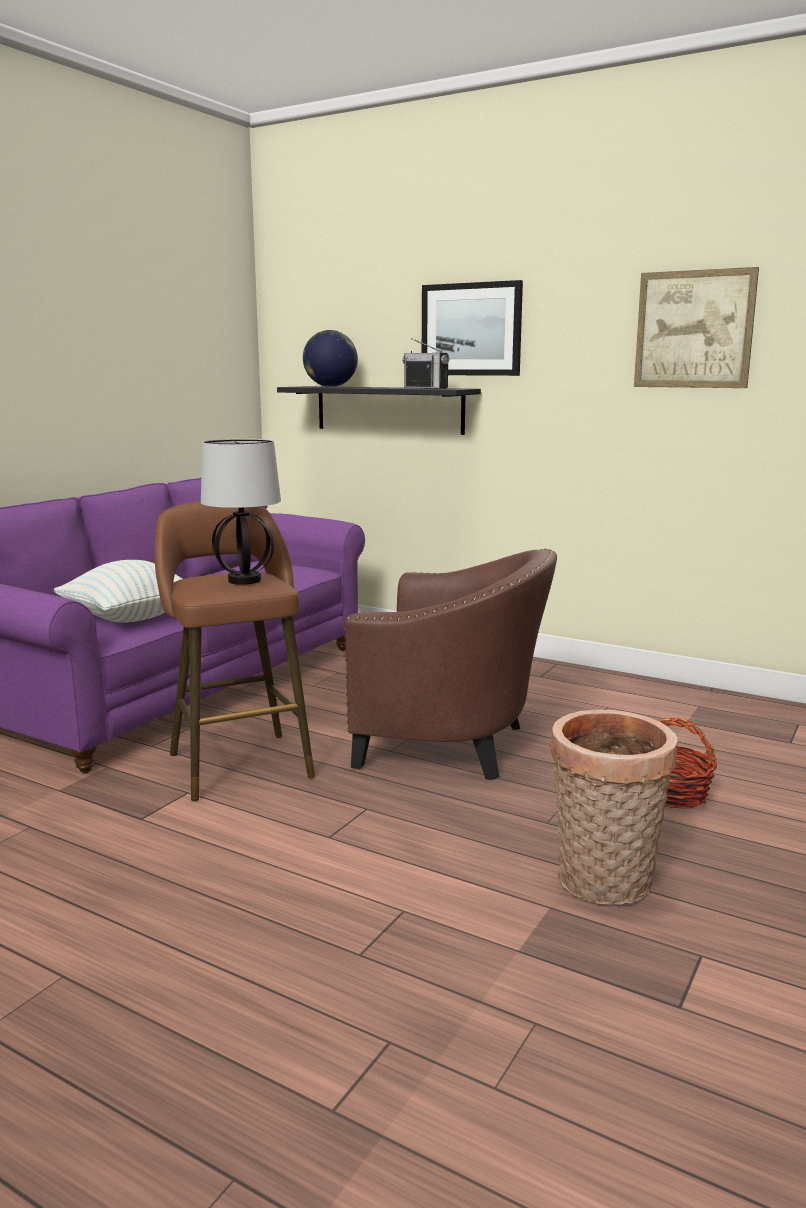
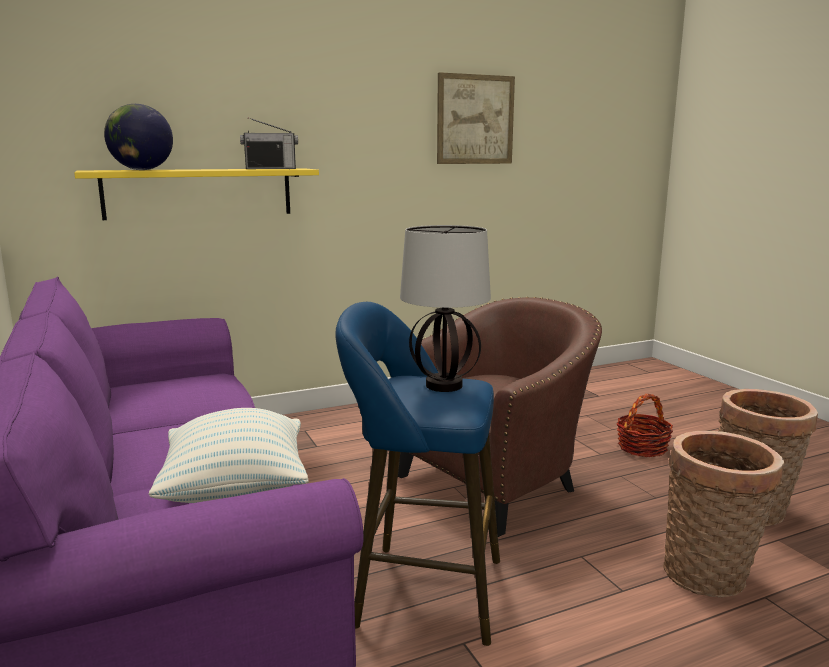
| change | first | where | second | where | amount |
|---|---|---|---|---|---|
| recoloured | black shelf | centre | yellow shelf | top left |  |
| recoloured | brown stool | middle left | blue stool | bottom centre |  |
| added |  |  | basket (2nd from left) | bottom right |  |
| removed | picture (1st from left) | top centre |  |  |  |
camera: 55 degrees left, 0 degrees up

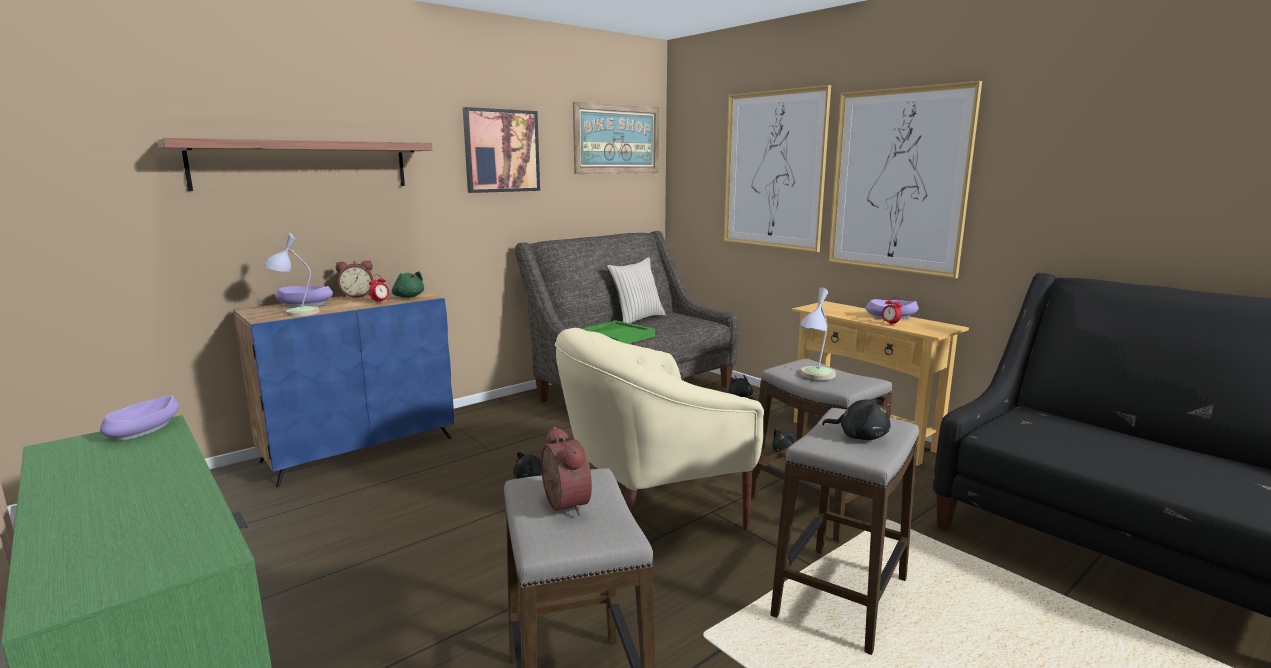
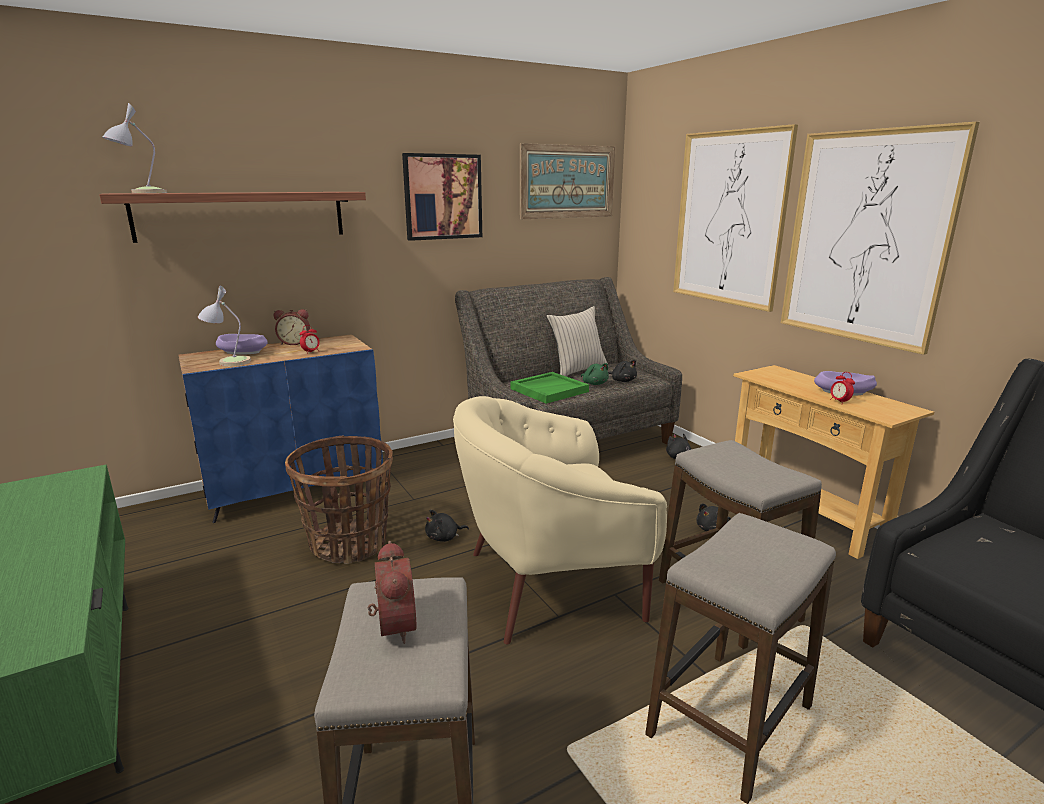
| change | first | where | second | where | amount |
|---|---|---|---|---|---|
| moved | table lamp (2nd from left in the first image) | centre | table lamp (1st from left) | top left |  |
| added |  |  | basket | middle left |  |
| moved | green plush toy | middle left |  | centre |  |
| moved | black plush toy (4th from left in the first image) | middle right | black plush toy (2nd from left) | centre |  |
| removed | purple bowl (1st from left) | middle left |  |  |  |
camera: 10 degrees right, 5 degrees up

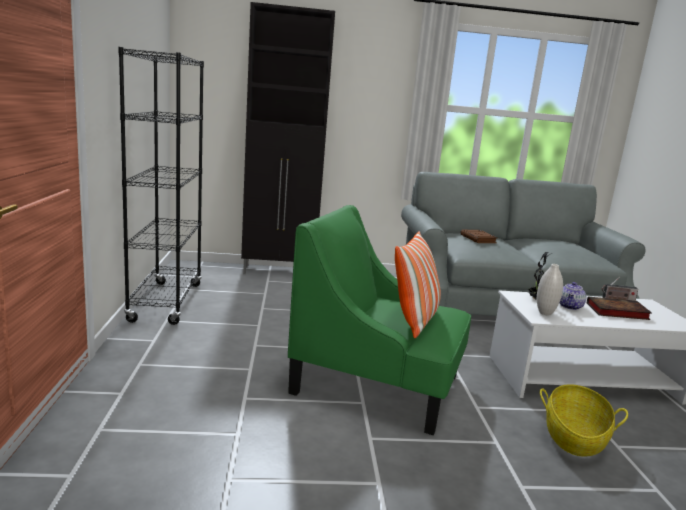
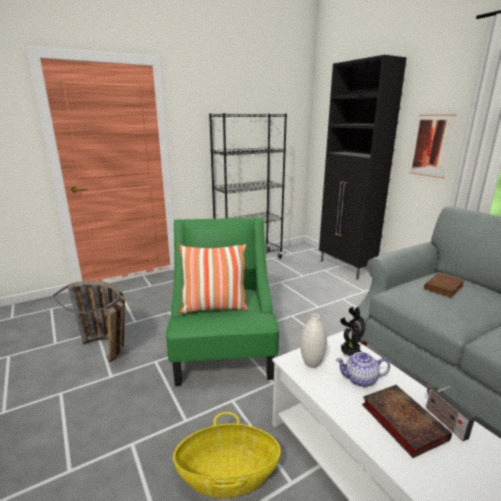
| change | first | where | second | where | amount |
|---|---|---|---|---|---|
| added |  |  | basket (1st from left) | middle left |  |
| added |  |  | picture | top right |  |
camera: 65 degrees right, 5 degrees up

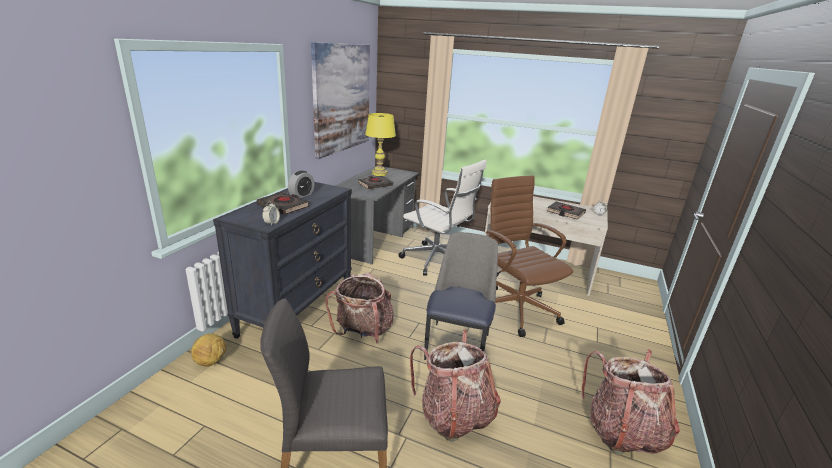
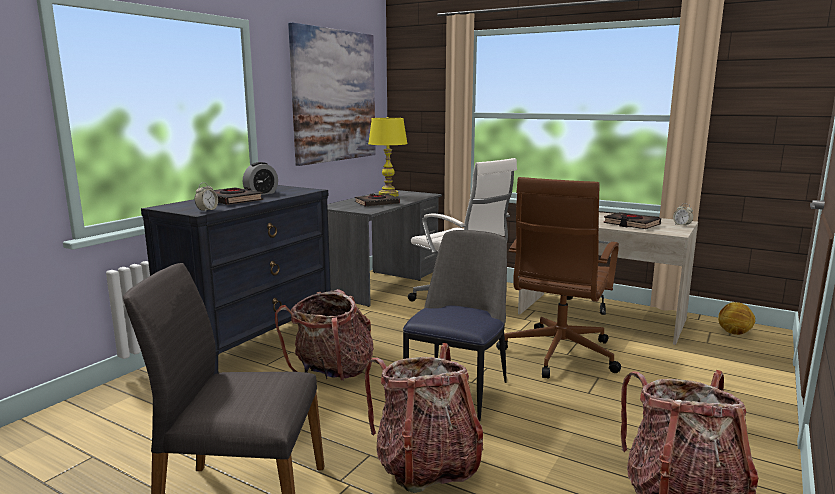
| change | first | where | second | where | amount |
|---|---|---|---|---|---|
| turned | brown office chair | centre |  | middle right | 135 degrees counterclockwise |
| moved | football | bottom left |  | middle right |  |
camera: 10 degrees right, 10 degrees down

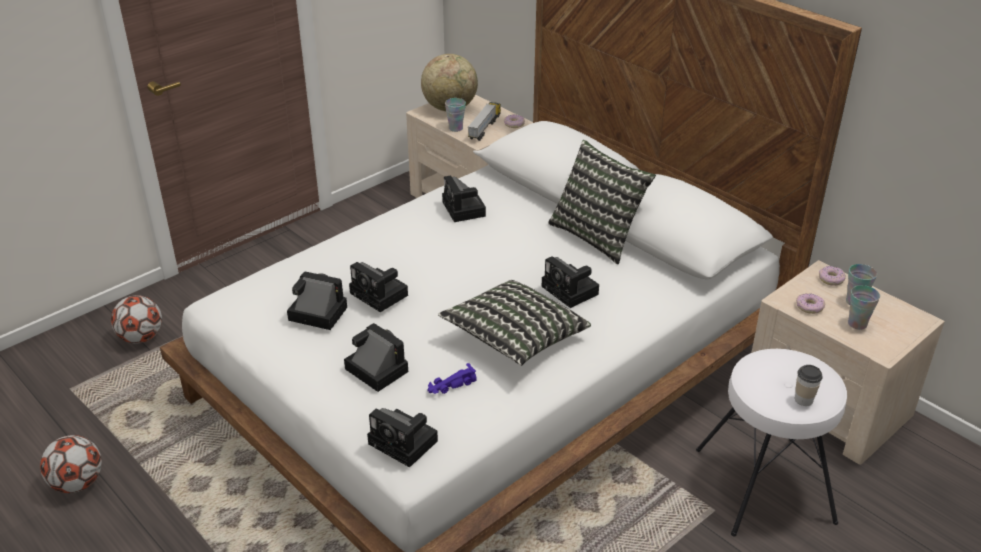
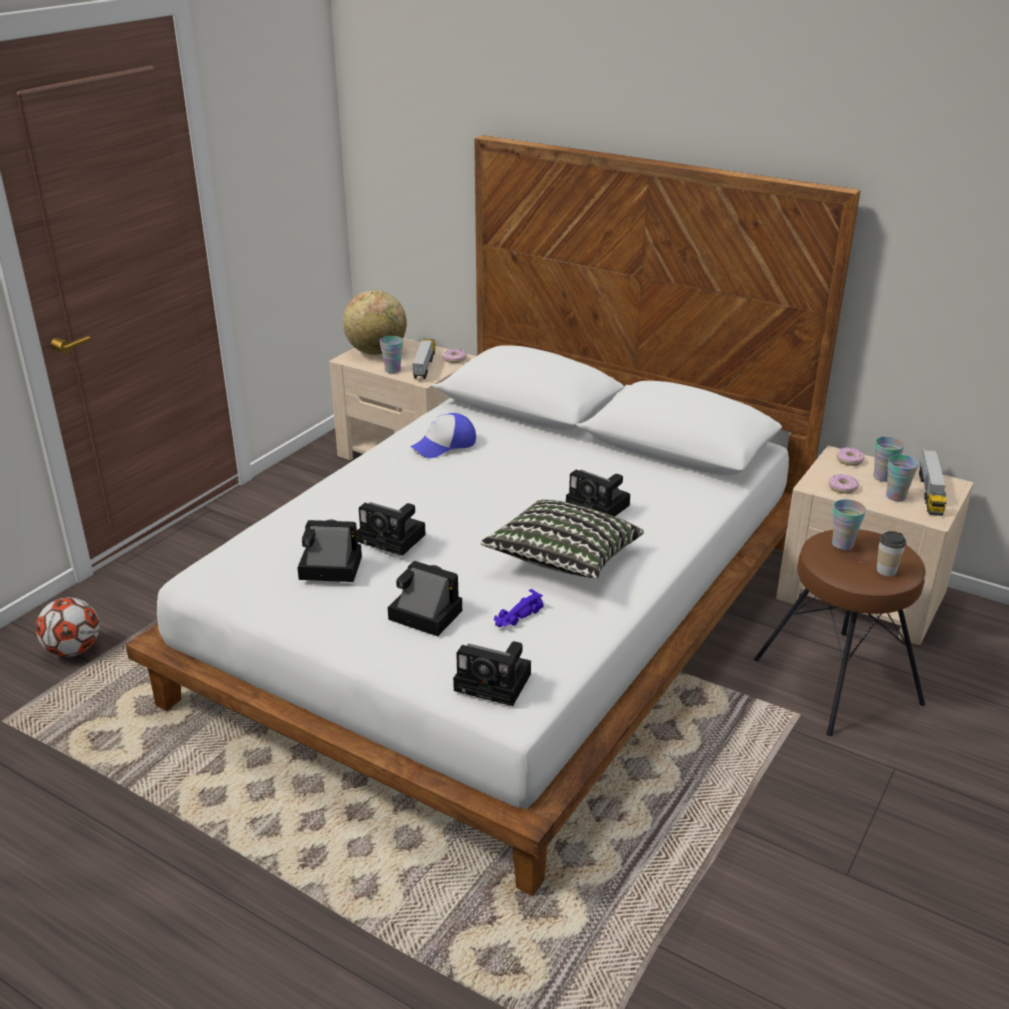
| change | first | where | second | where | amount |
|---|---|---|---|---|---|
| replaced | photo camera (5th from left) | centre | cap | centre |  |
| recoloured | white stool | bottom right | brown stool | middle right |  |
| added |  |  | cup (2nd from left) | middle right |  |
| added |  |  | toy truck (2nd from left) | middle right |  |
| removed | football (1st from left) | bottom left |  |  |  |
| removed | pillow (2nd from left) | centre |  |  |  |
camera: 15 degrees left, 5 degrees down

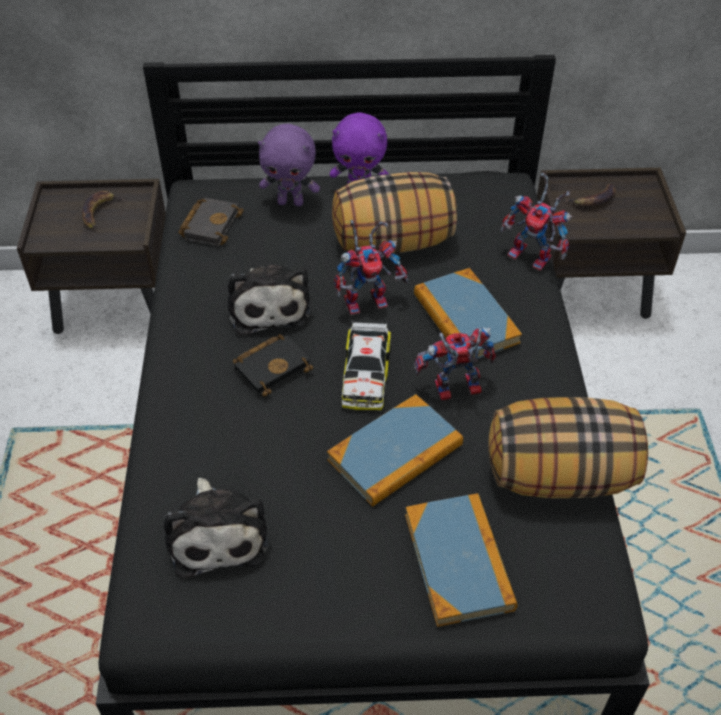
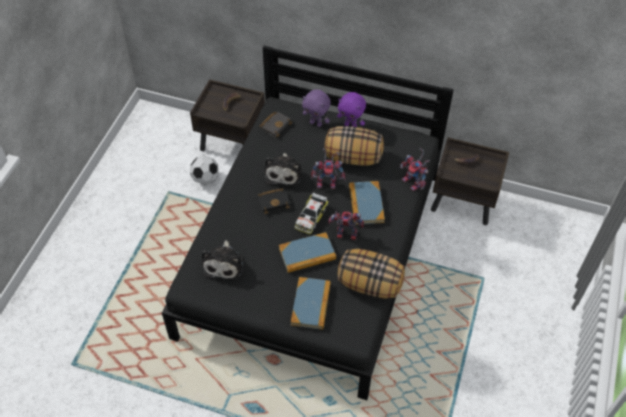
| change | first | where | second | where | amount |
|---|---|---|---|---|---|
| added |  |  | football | middle left |  |
camera: 20 degrees right, 5 degrees up

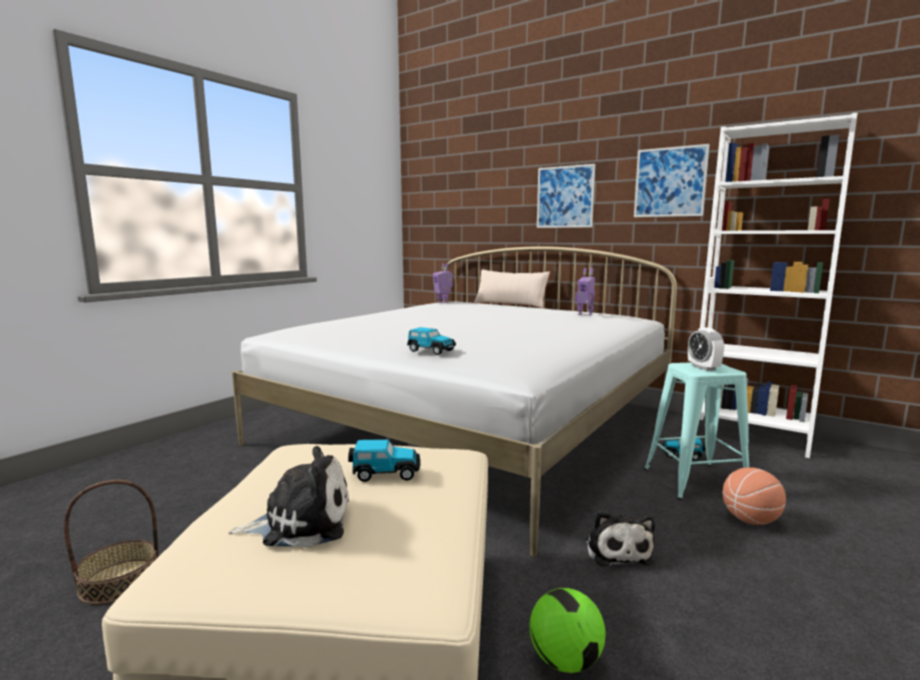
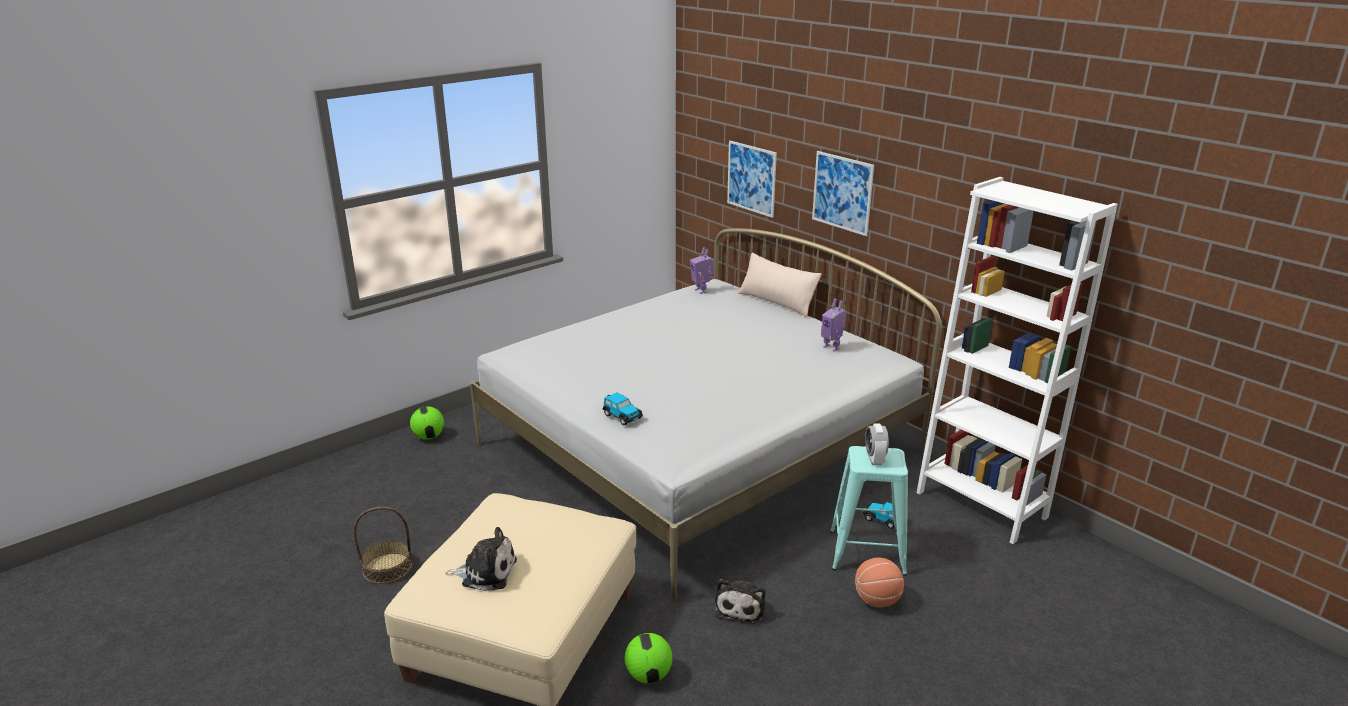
| change | first | where | second | where | amount |
|---|---|---|---|---|---|
| added |  |  | football (1st from left) | middle left |  |
| moved | picture (2nd from left in the first image) | top right | picture (1st from left) | top centre |  |
| removed | toy car (1st from left) | bottom centre |  |  |  |
camera: 15 degrees right, 15 degrees up

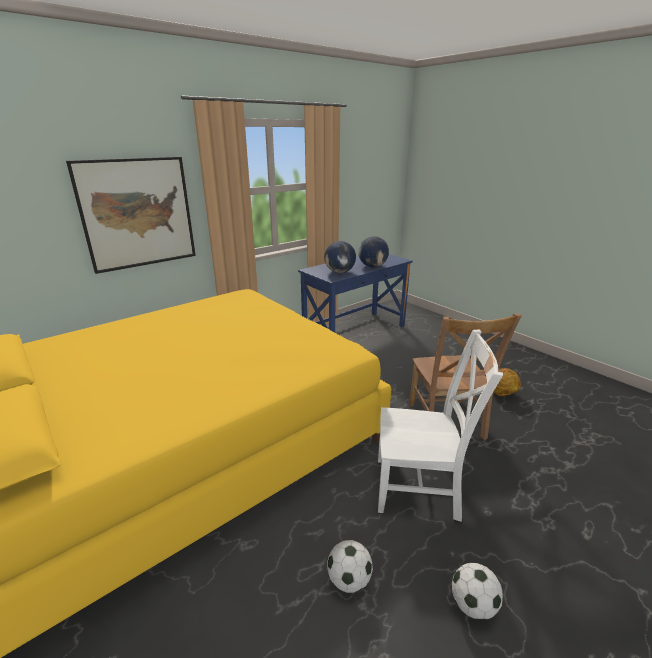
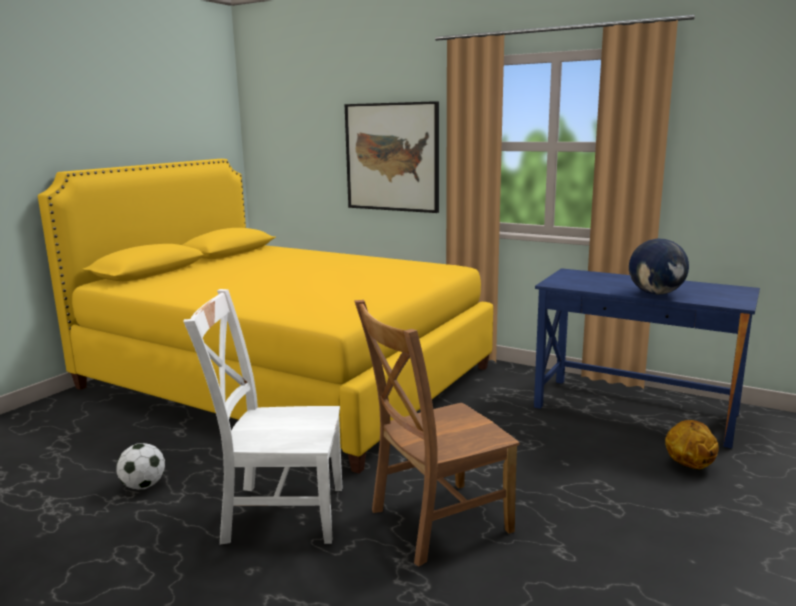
| change | first | where | second | where | amount |
|---|---|---|---|---|---|
| turned | white chair | middle right |  | bottom left | 105 degrees clockwise |
| moved | basketball | middle right |  | bottom right |  |
| removed | globe (1st from left) | centre |  |  |  |
| removed | football (2nd from left) | bottom right |  |  |  |
camera: 70 degrees right, 10 degrees down

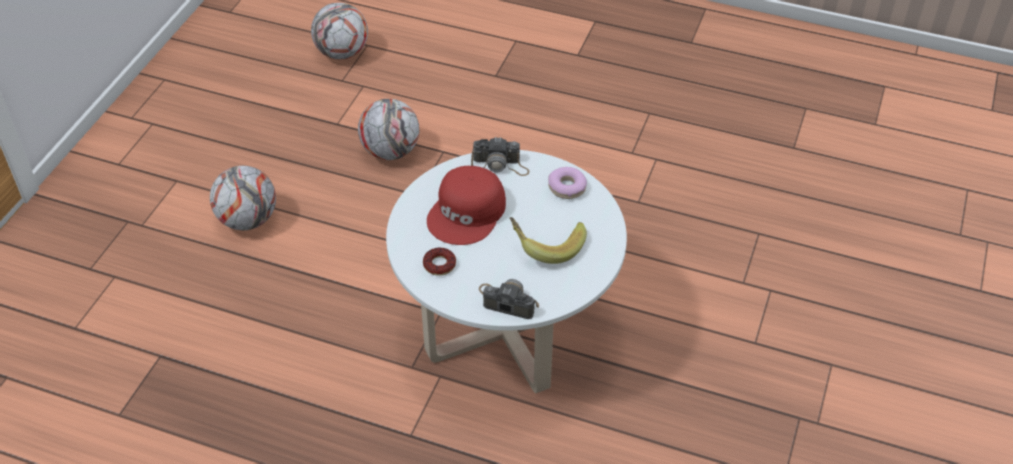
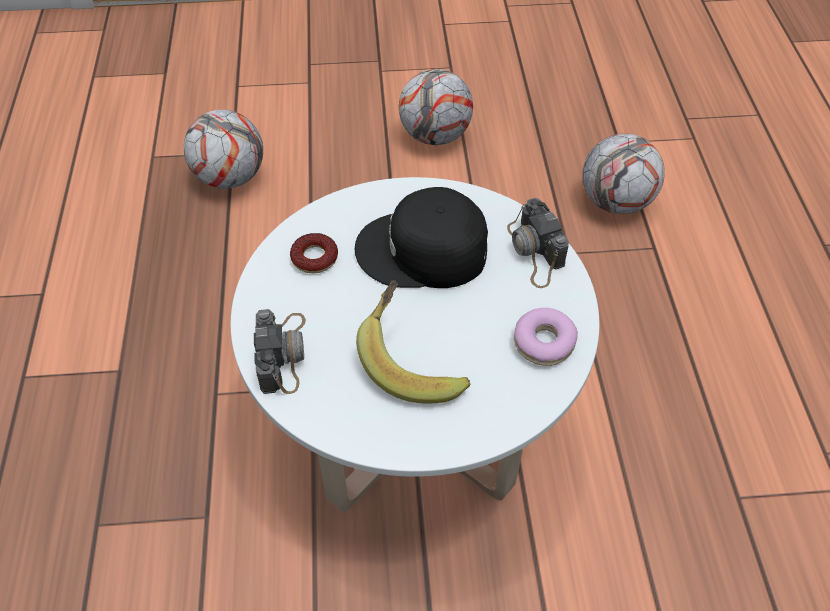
| change | first | where | second | where | amount |
|---|---|---|---|---|---|
| moved | football (2nd from left in the first image) | top centre | football (1st from left) | top left |  |
| recoloured | red cap | centre | black cap | centre |  |
camera: 65 degrees right, 5 degrees up

